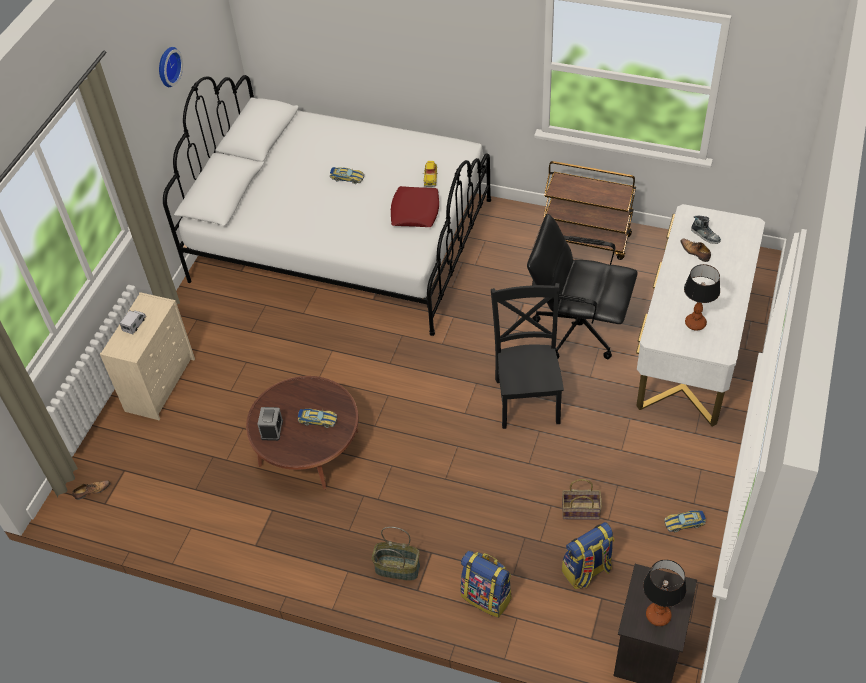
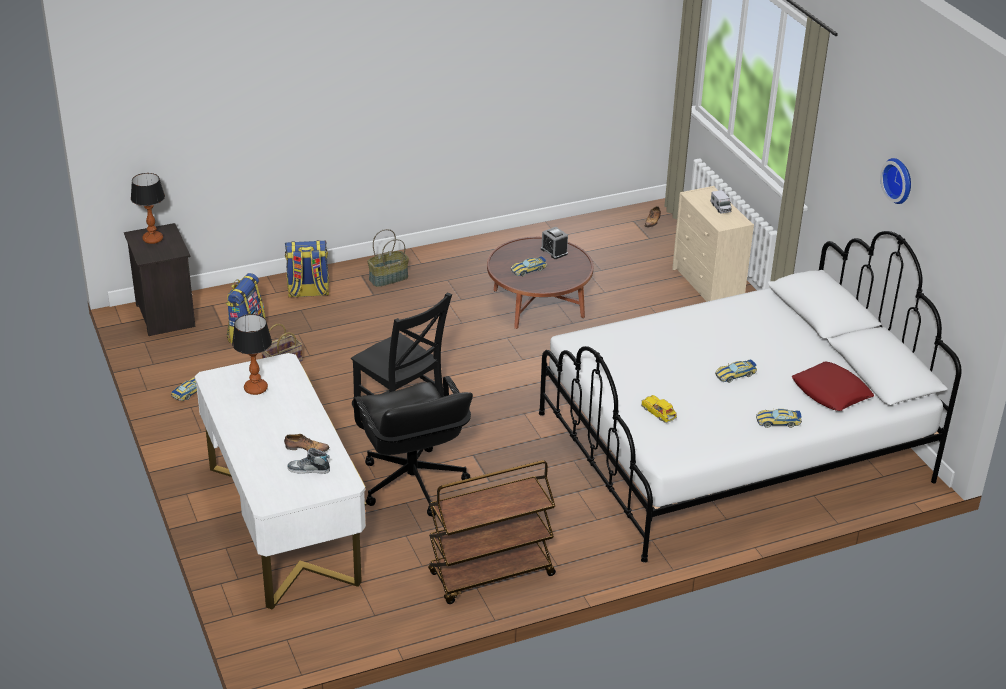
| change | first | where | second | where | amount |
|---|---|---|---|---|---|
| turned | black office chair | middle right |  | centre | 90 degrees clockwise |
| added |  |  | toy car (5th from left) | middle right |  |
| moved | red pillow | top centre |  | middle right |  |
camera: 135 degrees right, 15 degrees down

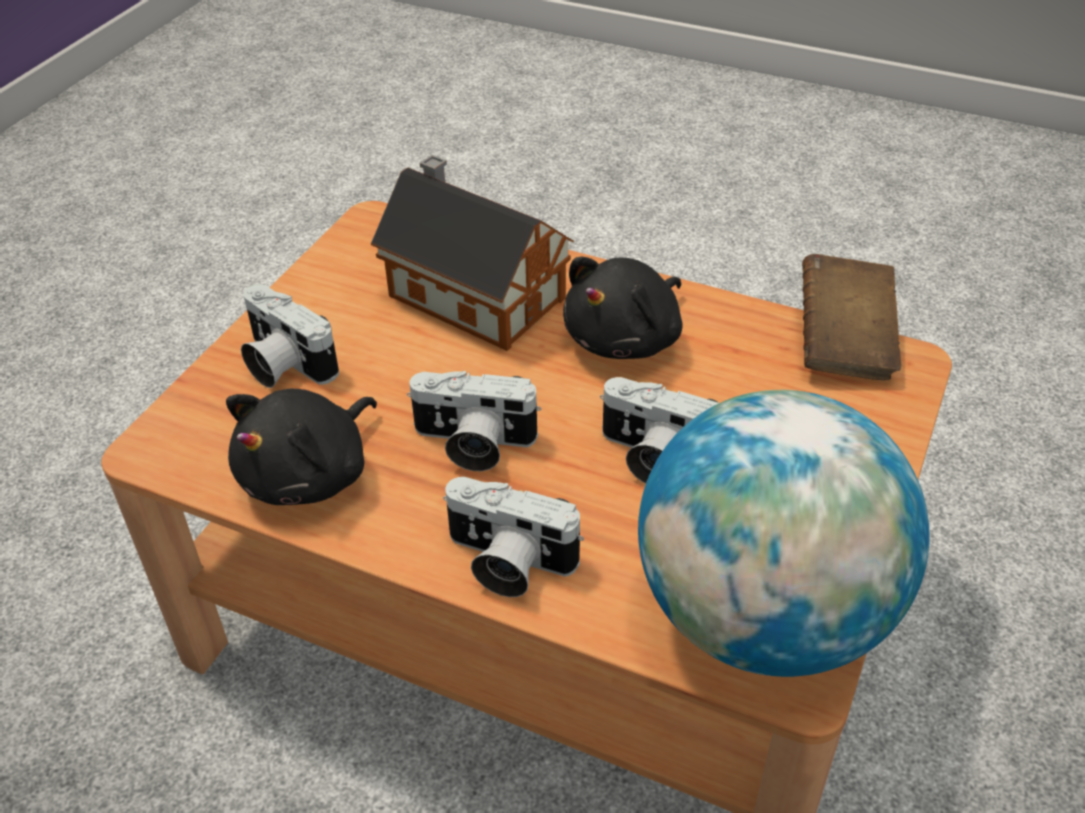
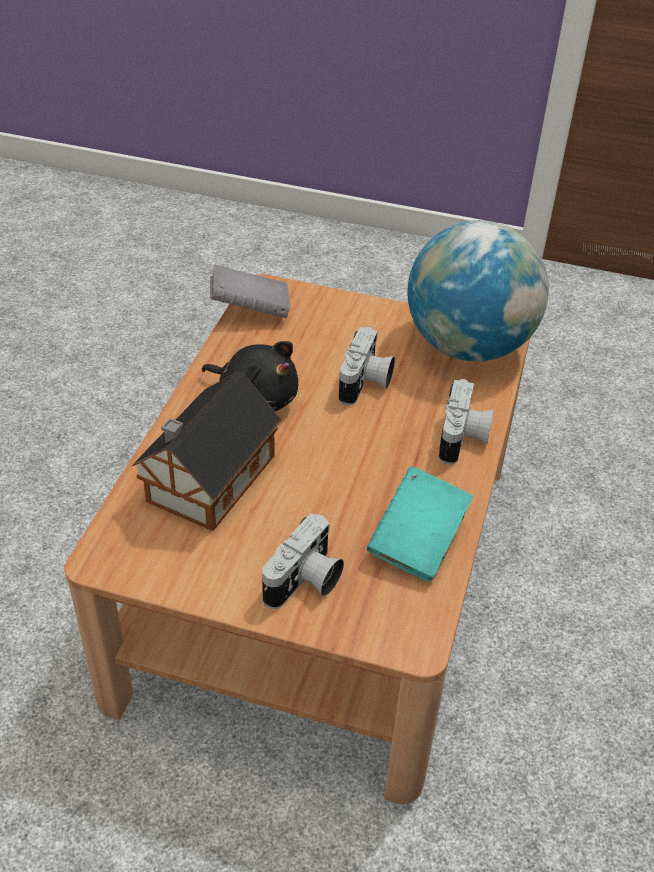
| change | first | where | second | where | amount |
|---|---|---|---|---|---|
| recoloured | brown book | middle right | grey book | centre |  |
| replaced | black plush toy (1st from left) | middle left | turquoise book | centre |  |
| removed | photo camera (2nd from left) | centre |  |  |  |
camera: 100 degrees left, 0 degrees up

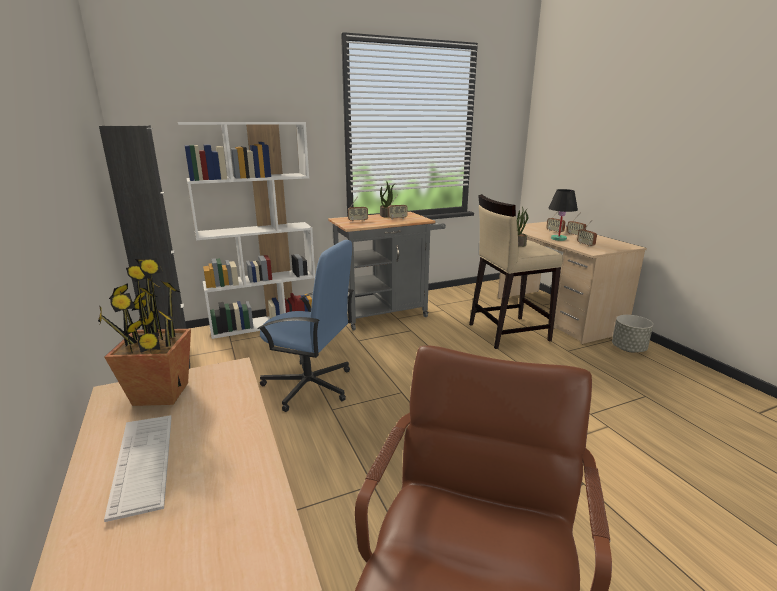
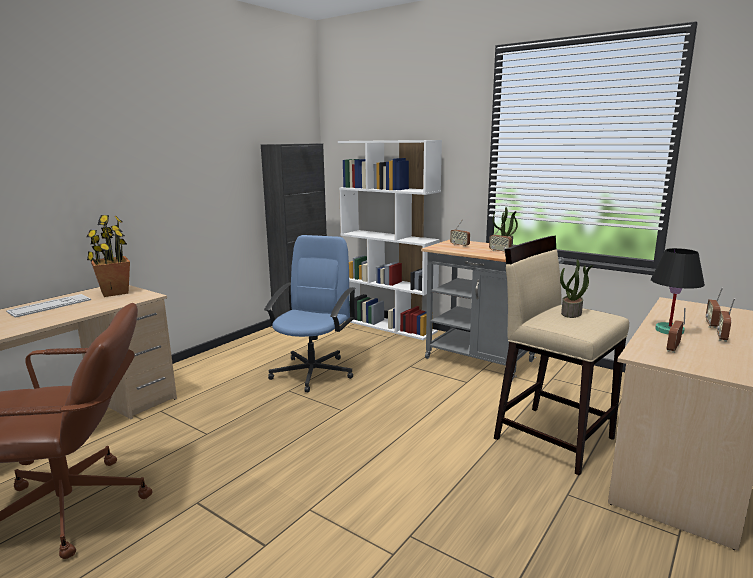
| change | first | where | second | where | amount |
|---|---|---|---|---|---|
| turned | blue office chair | centre |  | centre | 150 degrees counterclockwise |
| removed | grey planter | middle right |  |  |  |
camera: 60 degrees right, 5 degrees down

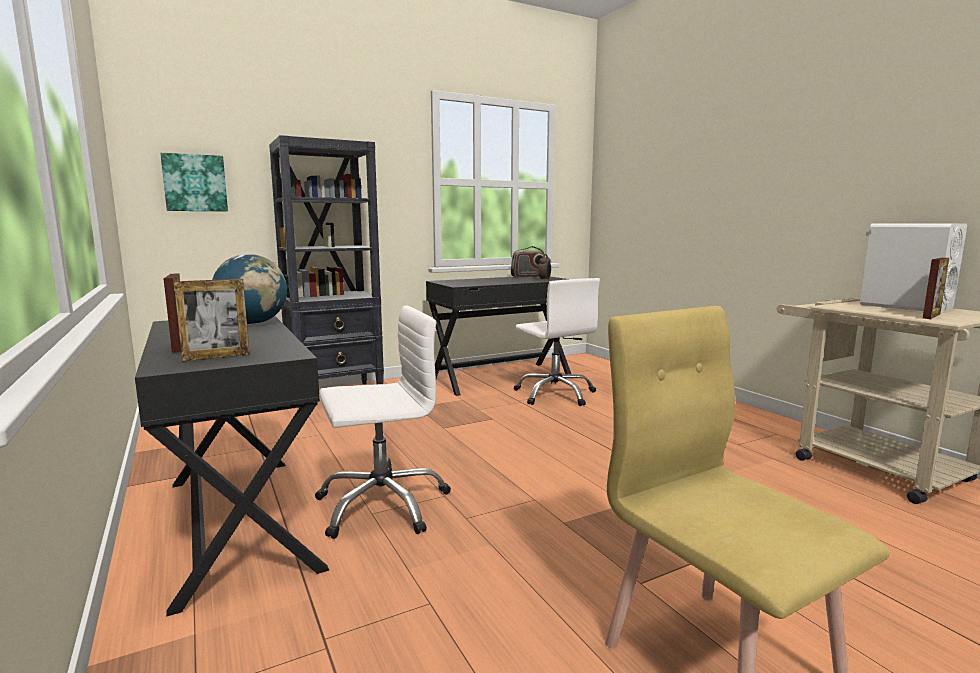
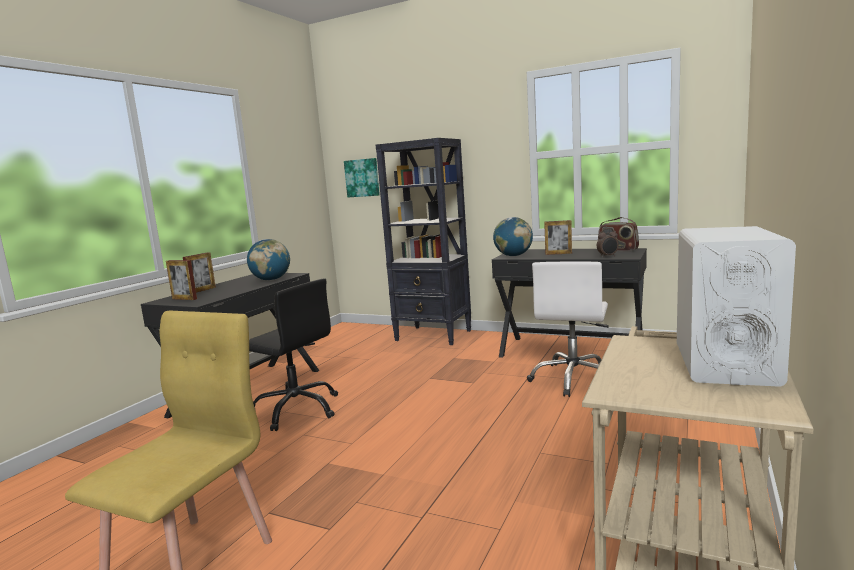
| change | first | where | second | where | amount |
|---|---|---|---|---|---|
| recoloured | white office chair (1st from left) | centre | black office chair | centre |  |
| added |  |  | globe (2nd from left) | centre |  |
| moved | picture frame (3rd from left) | middle right |  | centre |  |
camera: 55 degrees right, 0 degrees up

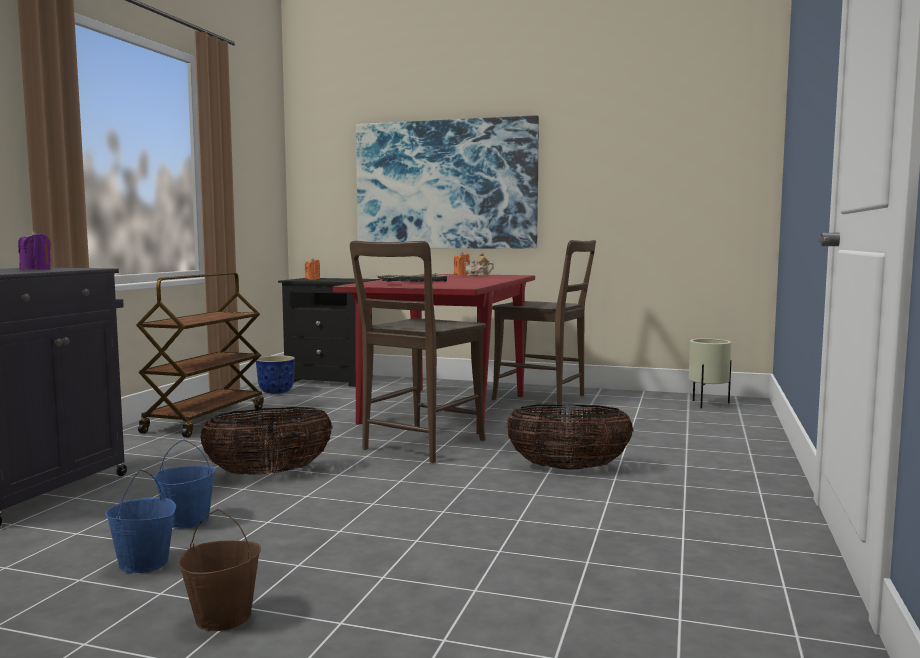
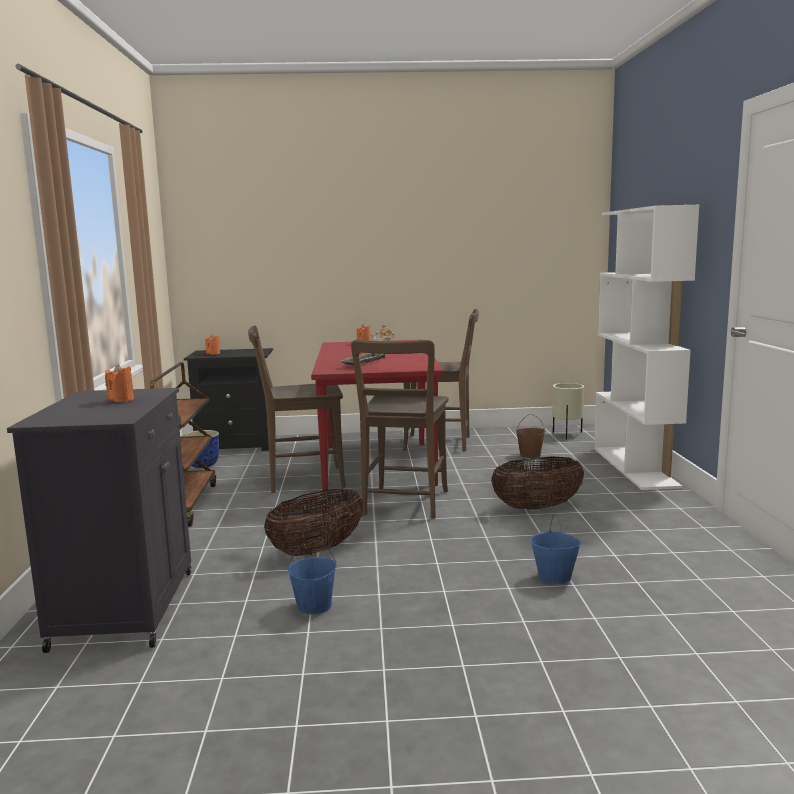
| change | first | where | second | where | amount |
|---|---|---|---|---|---|
| recoloured | purple candle | middle left | orange candle (1st from left) | middle left |  |
| added |  |  | brown chair (1st from left) | centre |  |
| moved | brown bucket | bottom left |  | middle right |  |
| moved | blue bucket (1st from left in the first image) | bottom left | blue bucket (2nd from left) | bottom right |  |
| added |  |  | white bookcase | middle right |  |
| removed | picture | top centre |  |  |  |
camera: 20 degrees left, 5 degrees up

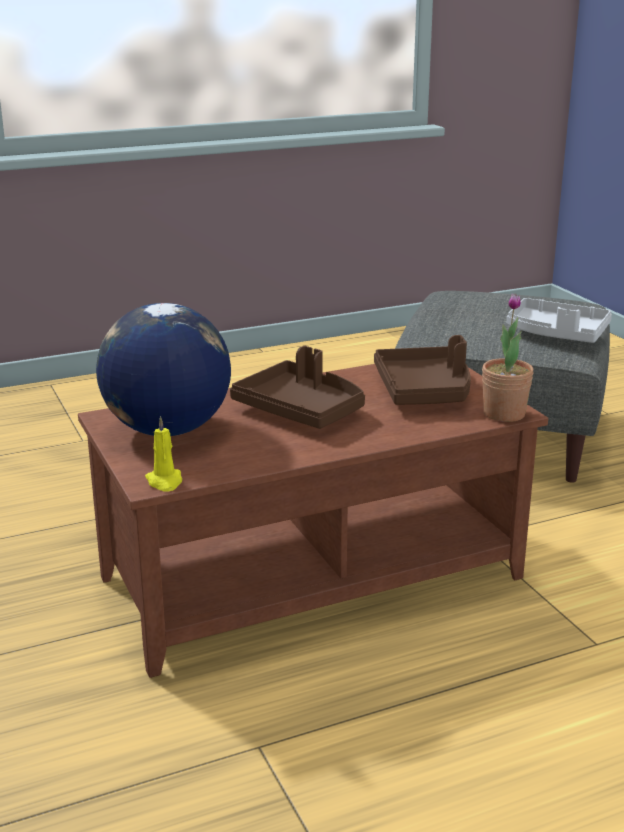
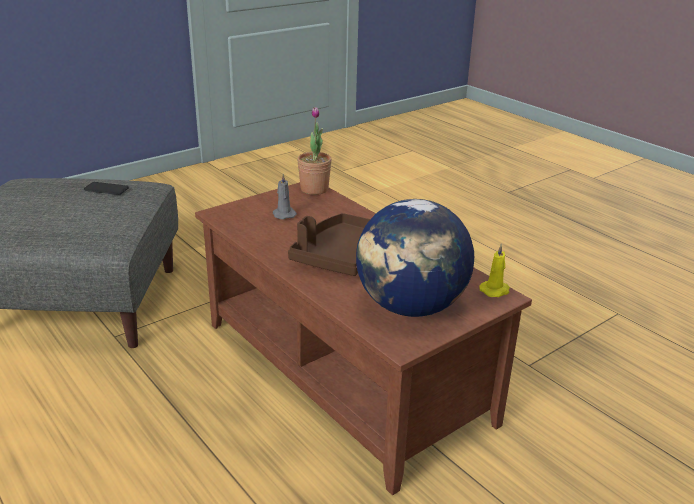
| change | first | where | second | where | amount |
|---|---|---|---|---|---|
| replaced | grey tray | middle right | phone | middle left |  |
| replaced | brown tray (2nd from left) | middle right | grey candle | centre |  |
camera: 105 degrees left, 5 degrees up

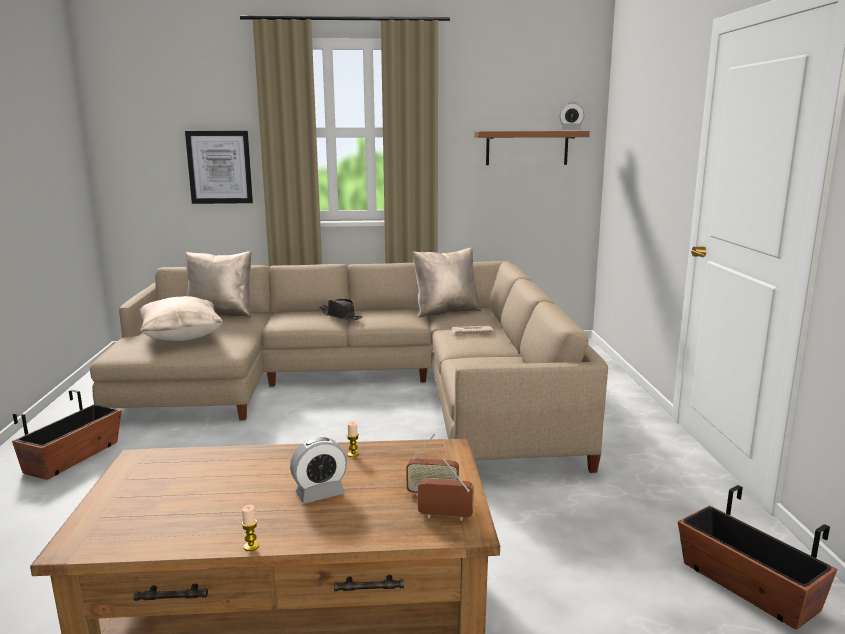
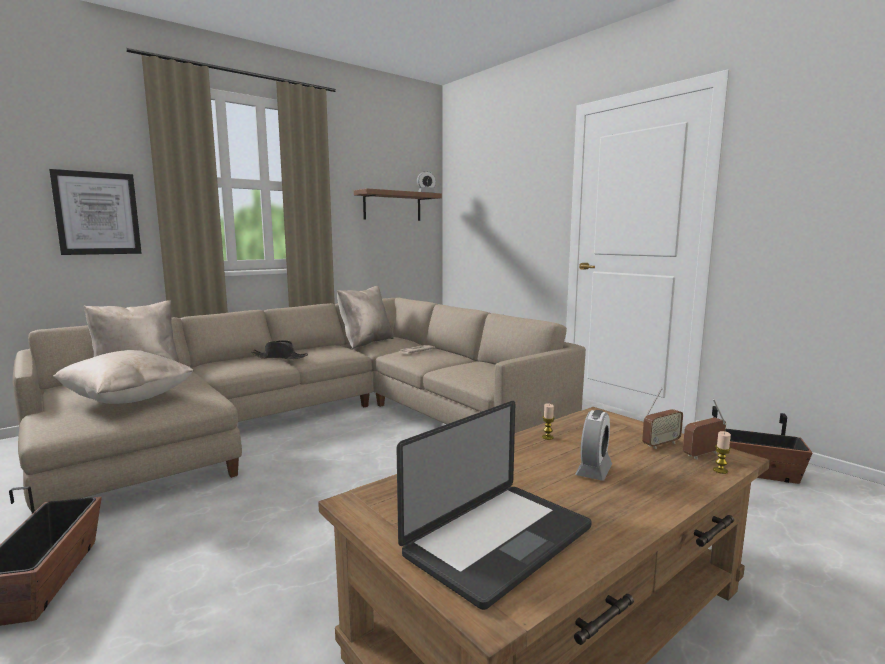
| change | first | where | second | where | amount |
|---|---|---|---|---|---|
| added |  |  | laptop | bottom centre |  |
| moved | candle (1st from left in the first image) | bottom left | candle (2nd from left) | bottom right |  |
camera: 35 degrees left, 5 degrees down

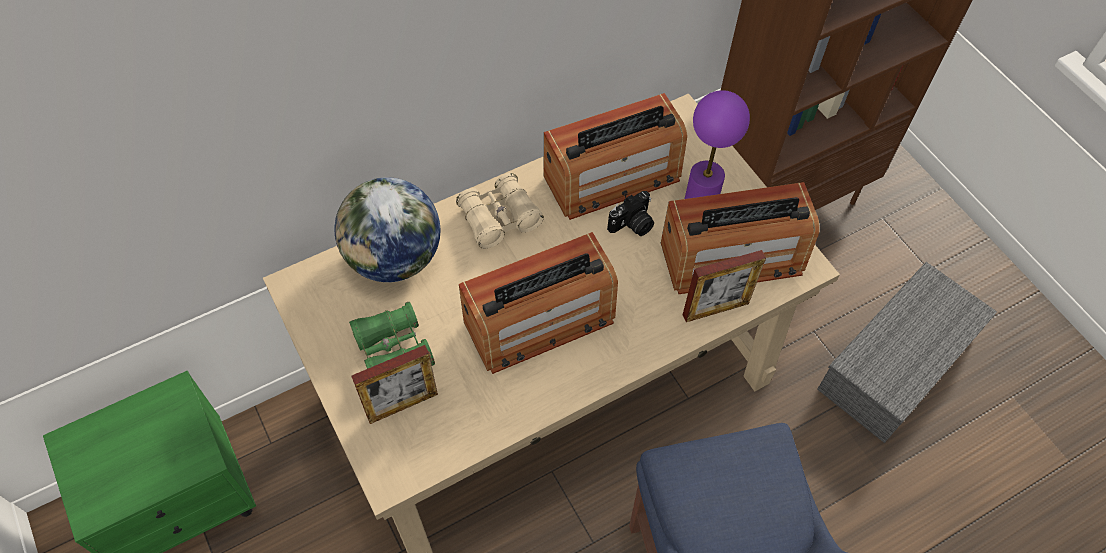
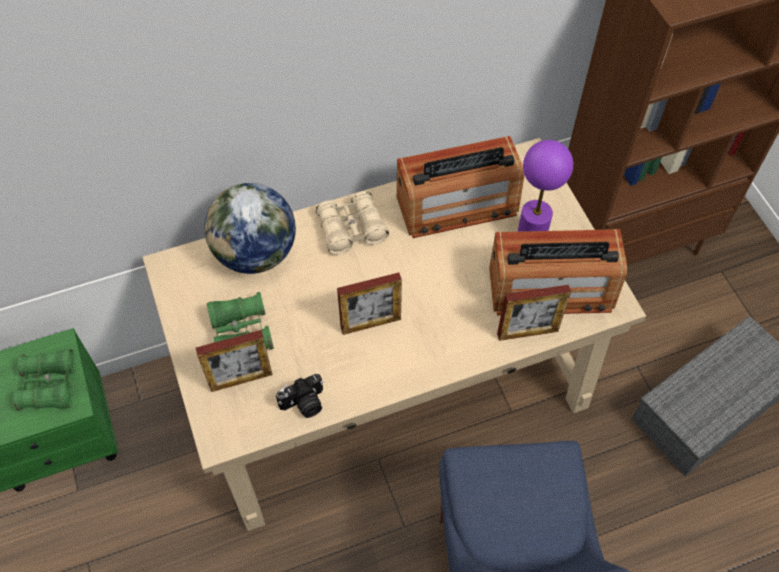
| change | first | where | second | where | amount |
|---|---|---|---|---|---|
| added |  |  | green binoculars (1st from left) | middle left |  |
| moved | photo camera | centre |  | bottom centre |  |
| replaced | radio (1st from left) | centre | picture frame (2nd from left) | centre |  |
camera: 10 degrees right, 0 degrees up

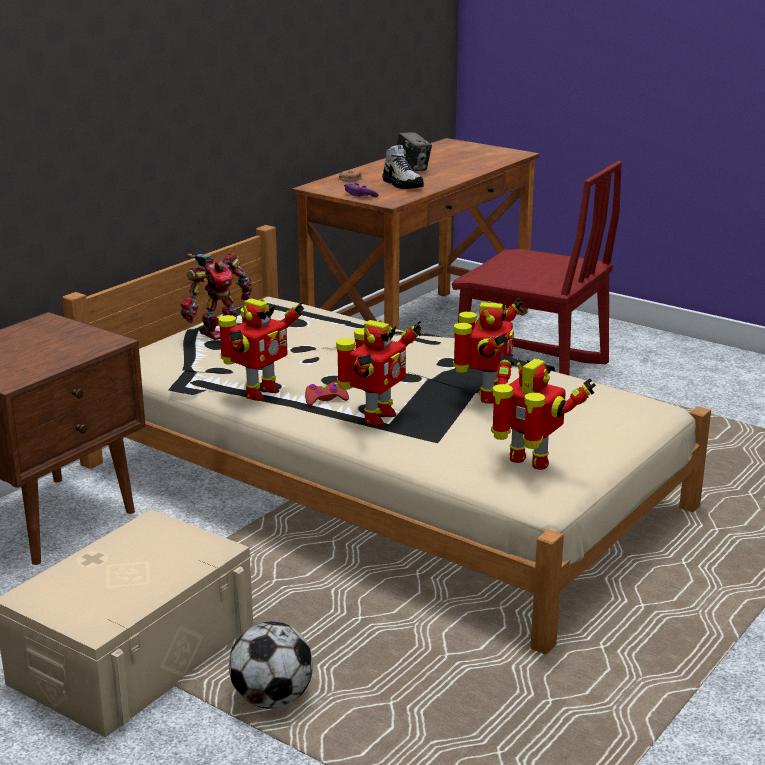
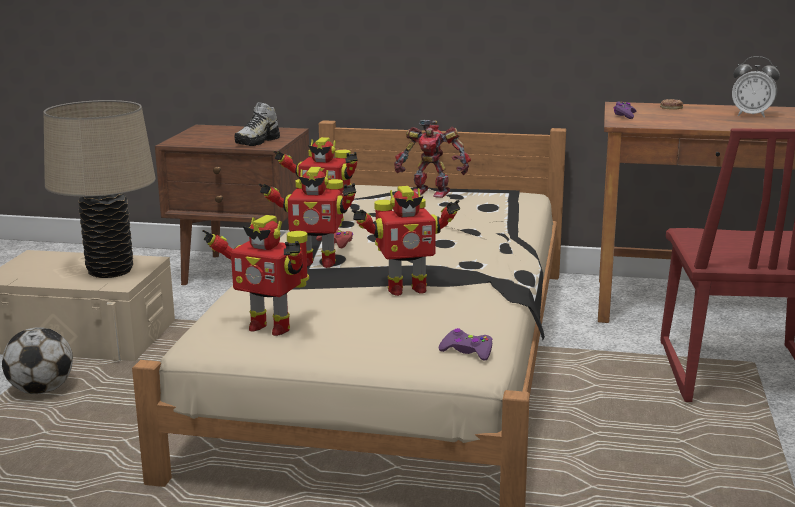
| change | first | where | second | where | amount |
|---|---|---|---|---|---|
| added |  |  | beige table lamp | middle left |  |
| turned | toy robot (5th from left in the first image) | middle right | toy robot (1st from left) | middle left | 105 degrees clockwise |
| moved | shoe | top centre |  | top left |  |
| added |  |  | purple game controller (1st from left) | bottom centre |  |
| replaced | photo camera | top centre | alarm clock | top right |  |
camera: 65 degrees right, 5 degrees down

